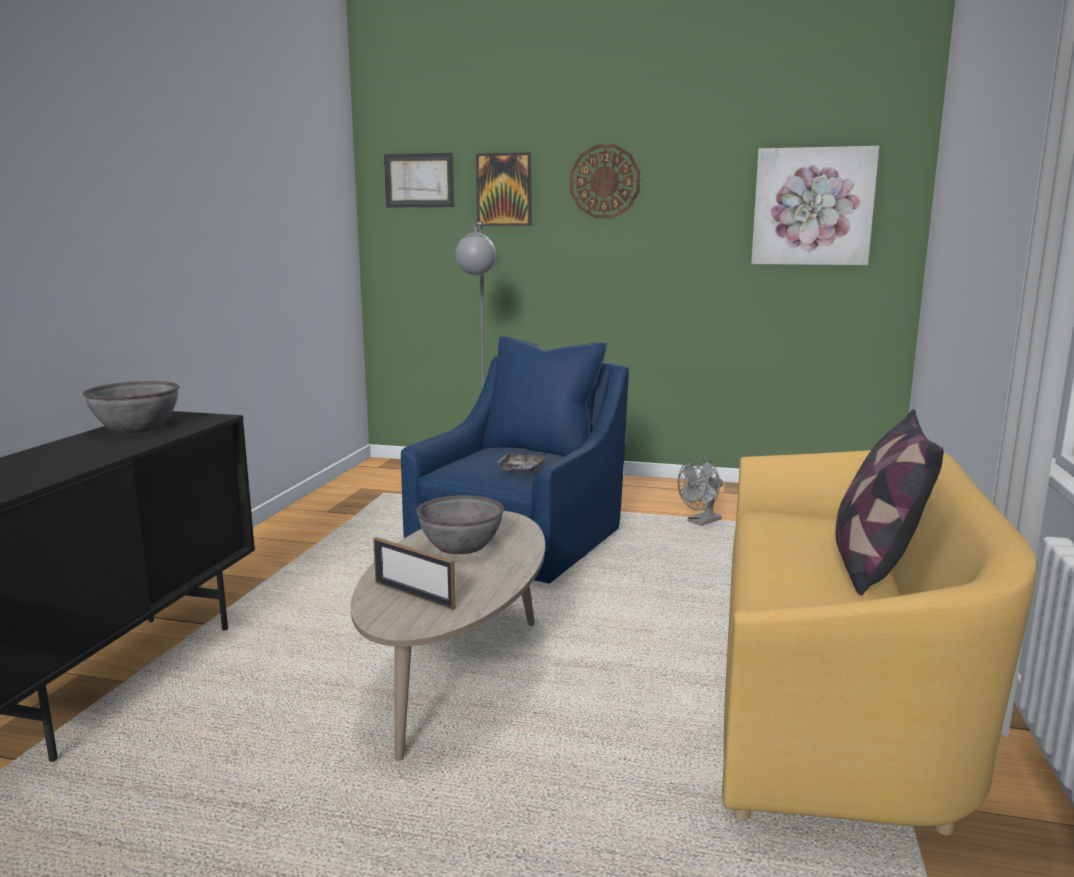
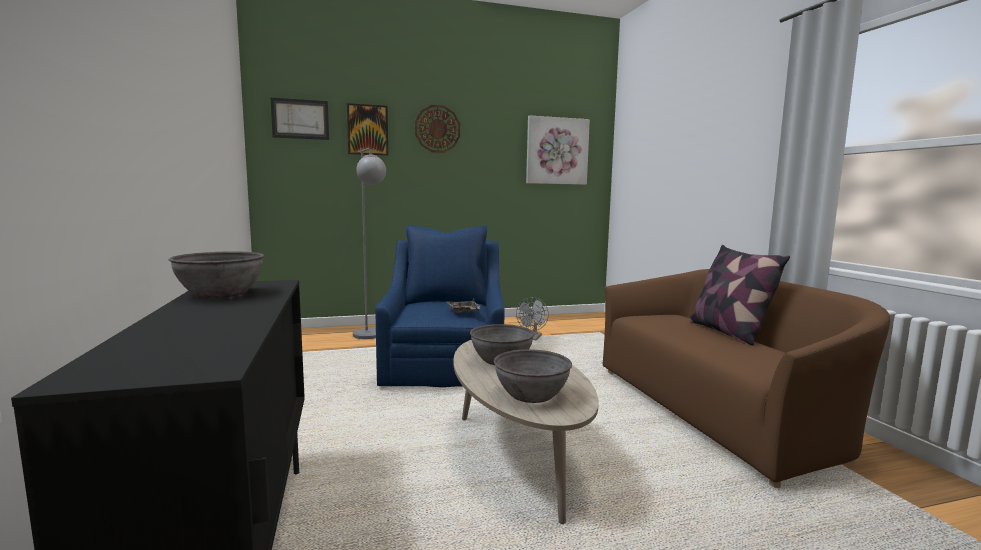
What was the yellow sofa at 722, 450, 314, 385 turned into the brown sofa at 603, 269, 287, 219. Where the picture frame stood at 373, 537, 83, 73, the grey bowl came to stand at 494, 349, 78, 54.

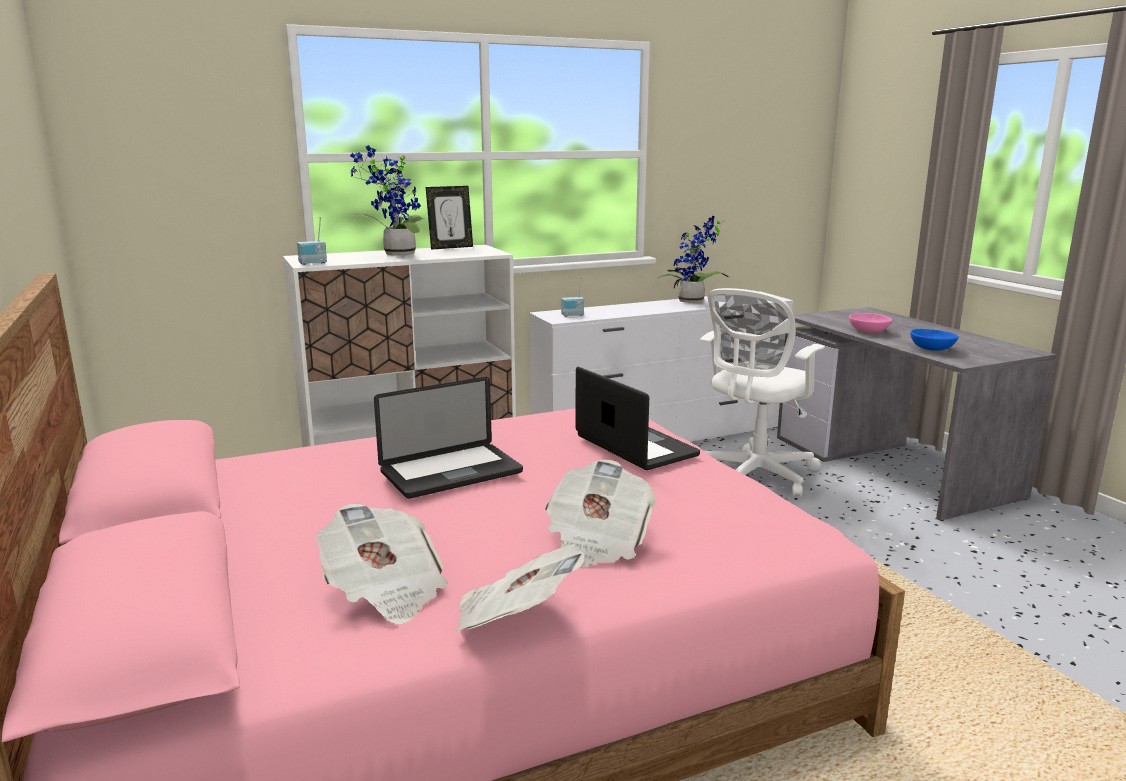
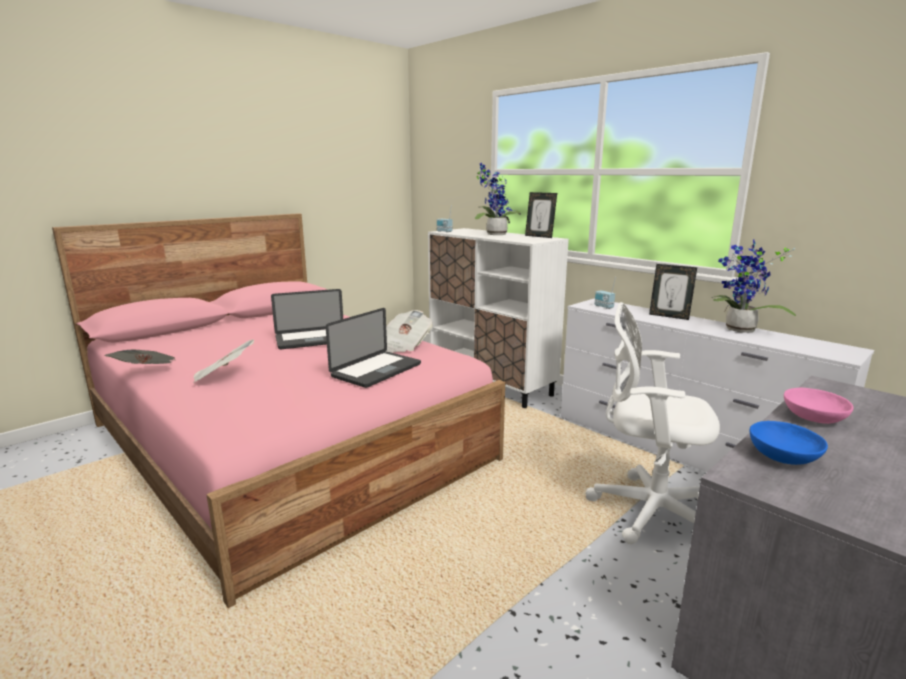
The laptop at 374, 377, 149, 121 ended up facing another way, 60 degrees counterclockwise from before. The newspaper ended up elsewhere, having gone from 316, 503, 132, 121 to 386, 310, 47, 43. The second view gained the picture frame at 649, 264, 48, 56.

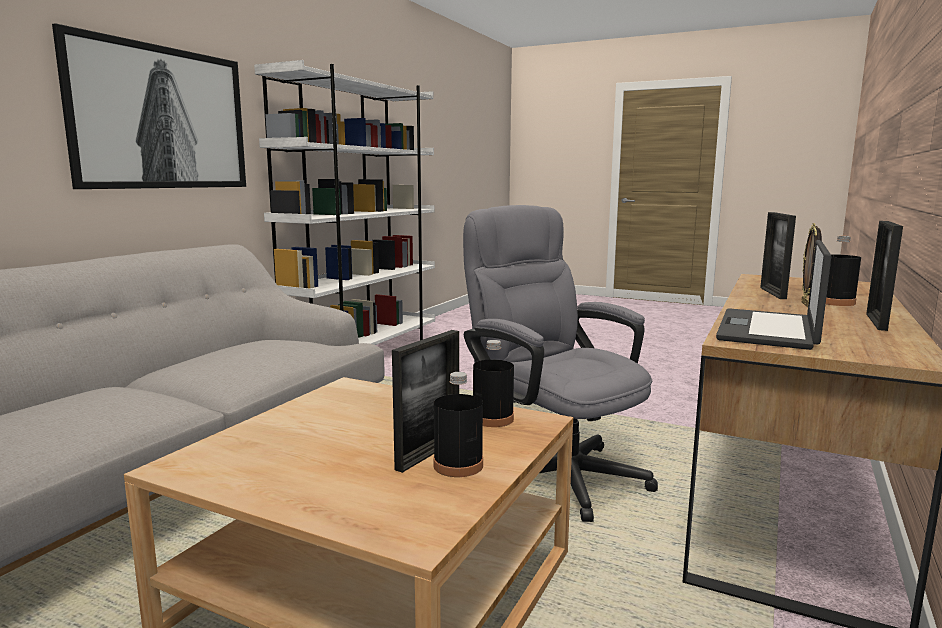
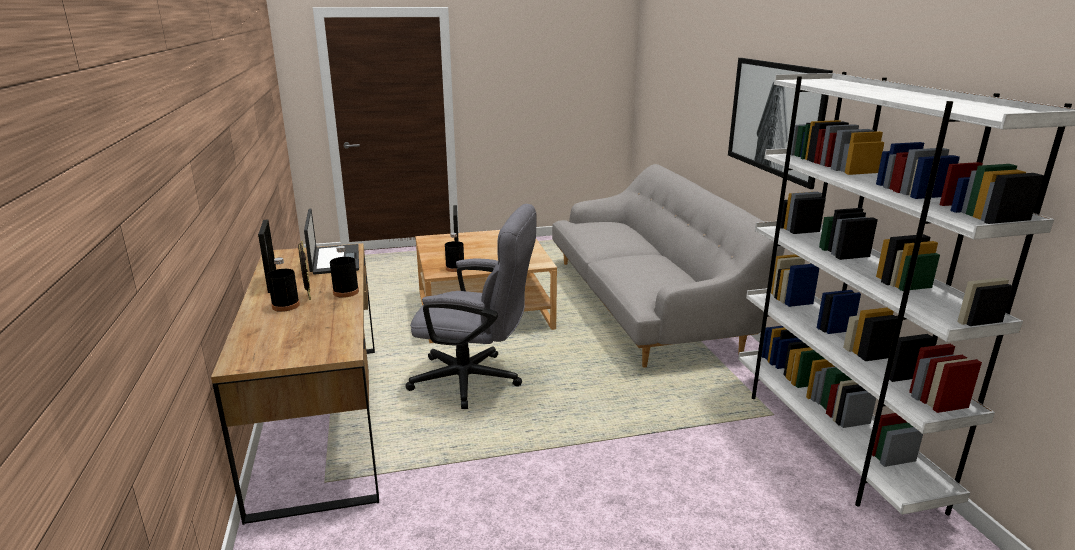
The second view lost the picture frame at 760, 212, 36, 87. The black bottle ended up elsewhere, having gone from 433, 372, 50, 105 to 330, 246, 29, 52.

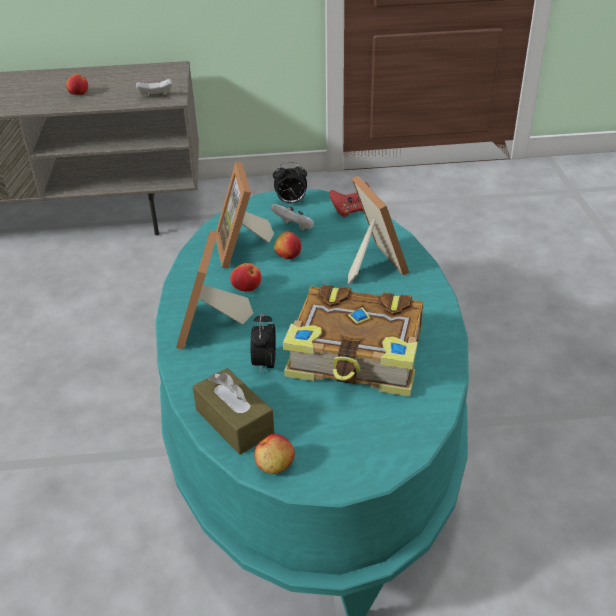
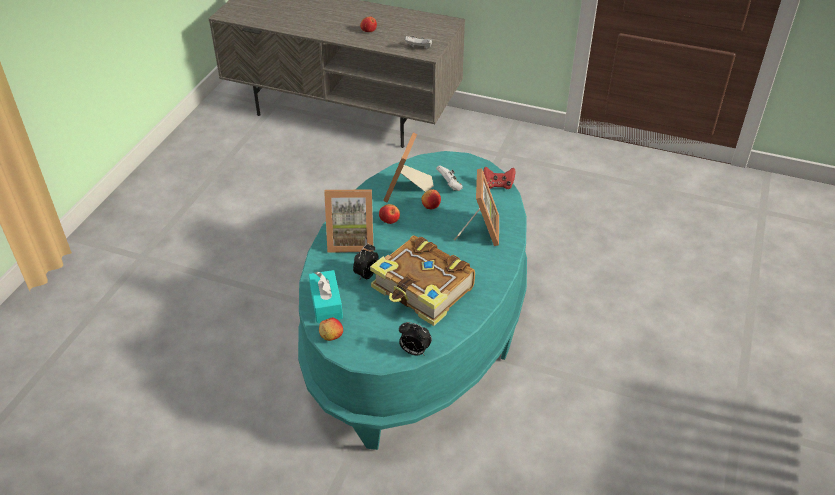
The alarm clock ended up elsewhere, having gone from 273, 162, 34, 42 to 399, 322, 33, 34. The picture frame at 176, 231, 78, 119 ended up facing another way, 120 degrees counterclockwise from before. What was the brown tissue box at 193, 368, 82, 87 turned into the turquoise tissue box at 309, 270, 34, 53.

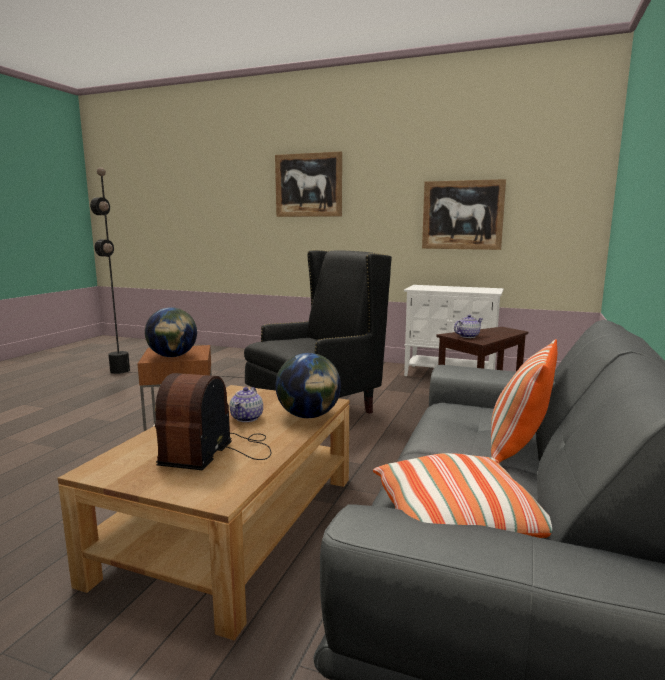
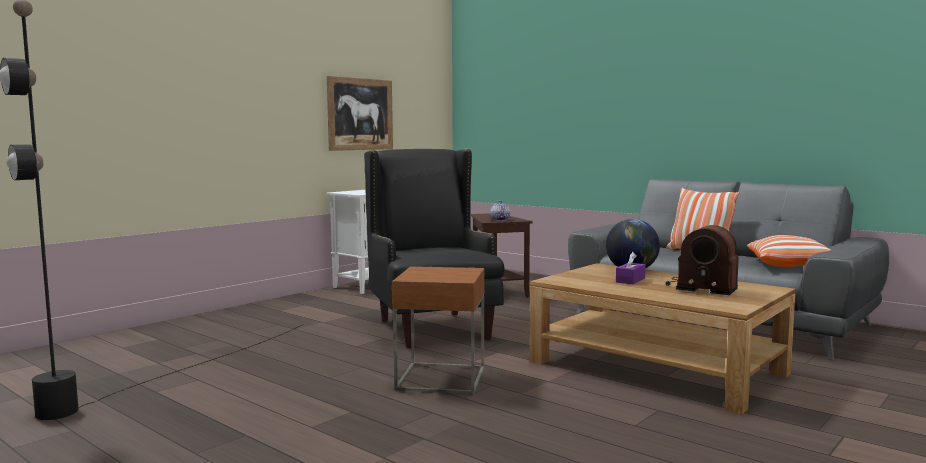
The second view lost the picture at 275, 151, 67, 66. The second view lost the globe at 145, 307, 52, 50. Where the teapot stood at 230, 387, 33, 35, the purple tissue box came to stand at 616, 252, 30, 32.

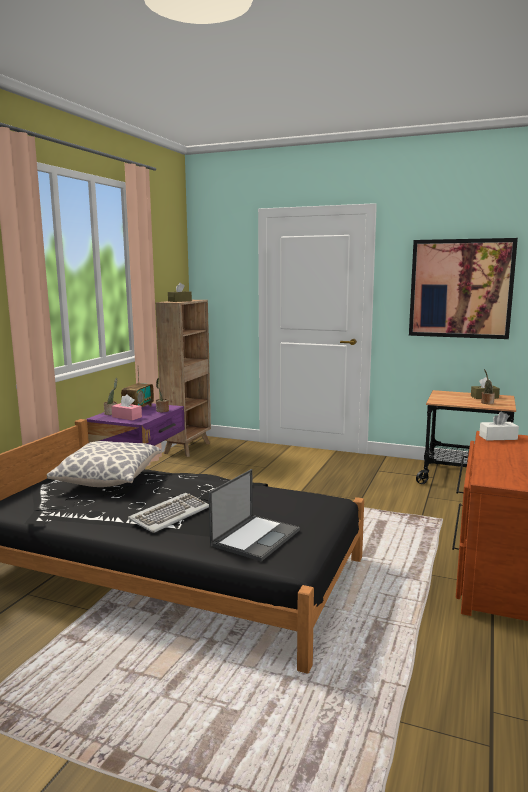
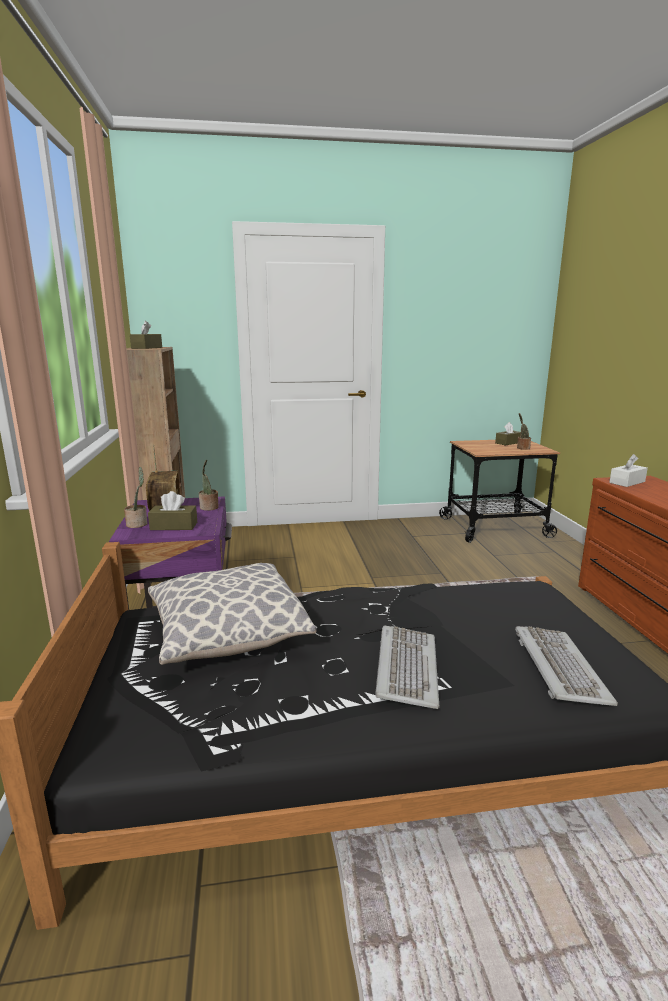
The second view lost the picture at 409, 238, 109, 101. What was the pink tissue box at 112, 394, 30, 26 turned into the brown tissue box at 148, 491, 49, 39. Where the laptop stood at 209, 469, 91, 93, the keyboard came to stand at 515, 626, 103, 80.

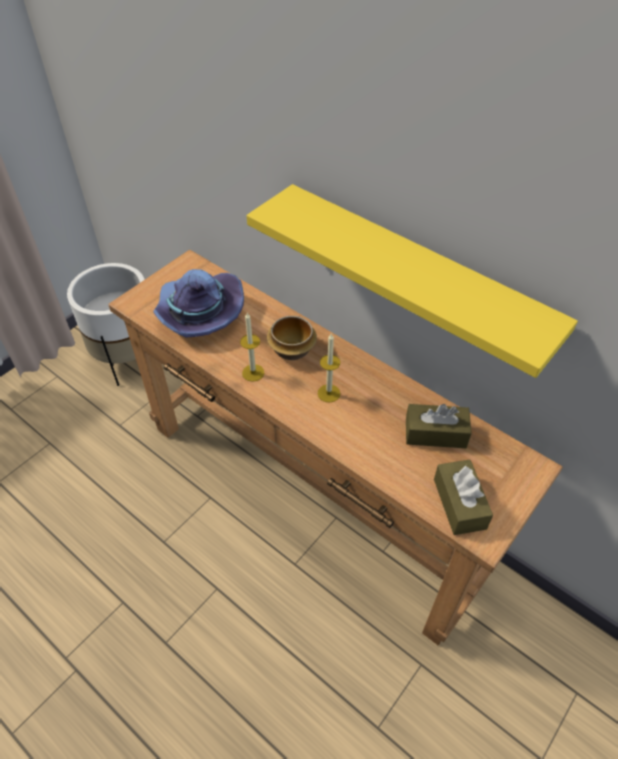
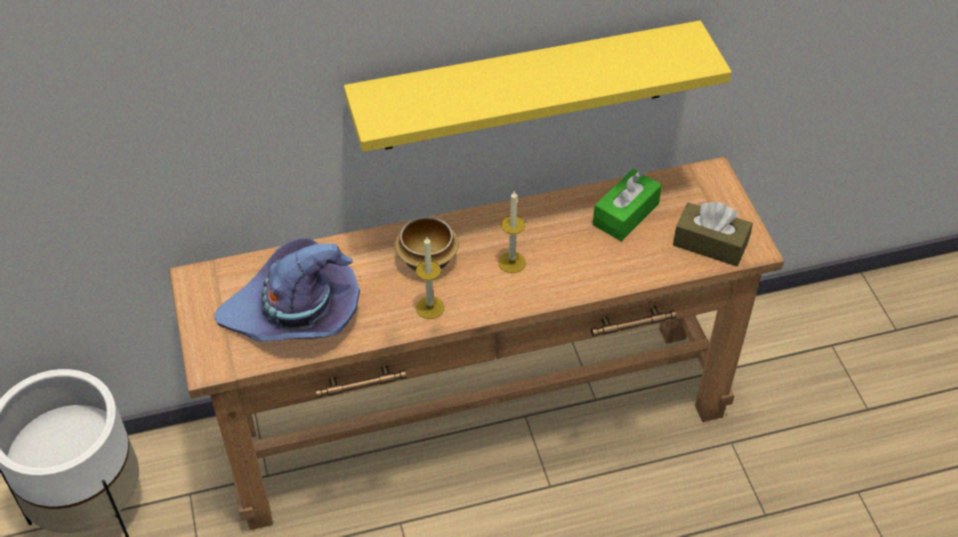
What was the brown tissue box at 406, 404, 66, 44 turned into the green tissue box at 593, 169, 69, 72.

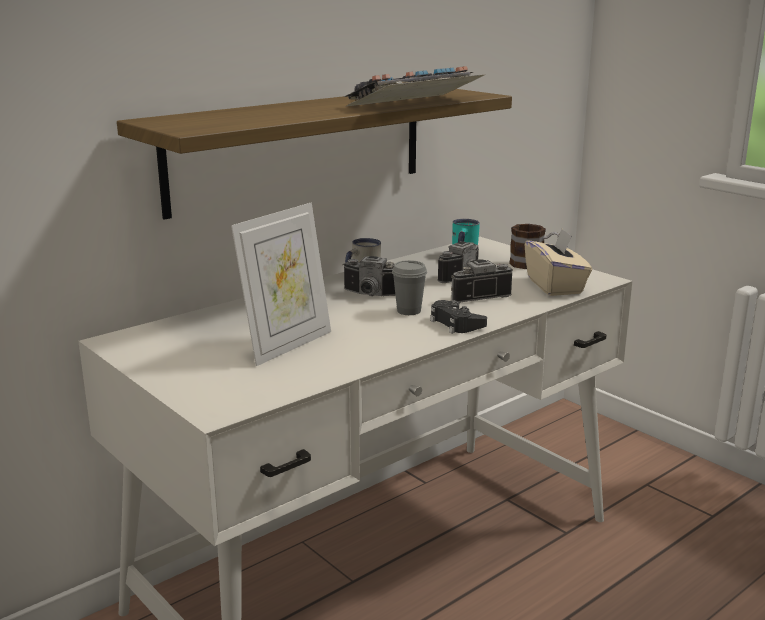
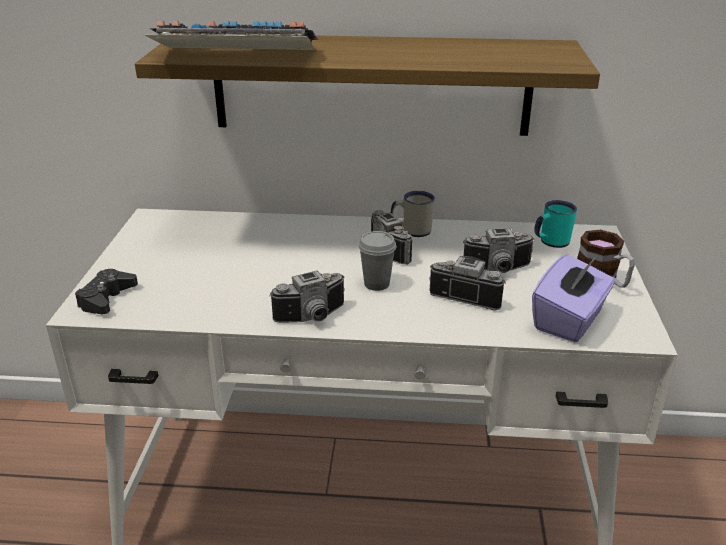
The keyboard ended up elsewhere, having gone from 344, 66, 142, 41 to 145, 21, 173, 29. The second view lost the picture frame at 231, 203, 100, 163. What was the beige tissue box at 525, 228, 67, 68 turned into the purple tissue box at 532, 254, 83, 88. The black game controller ended up elsewhere, having gone from 430, 300, 57, 34 to 75, 269, 63, 45. The second view gained the photo camera at 269, 271, 76, 52.

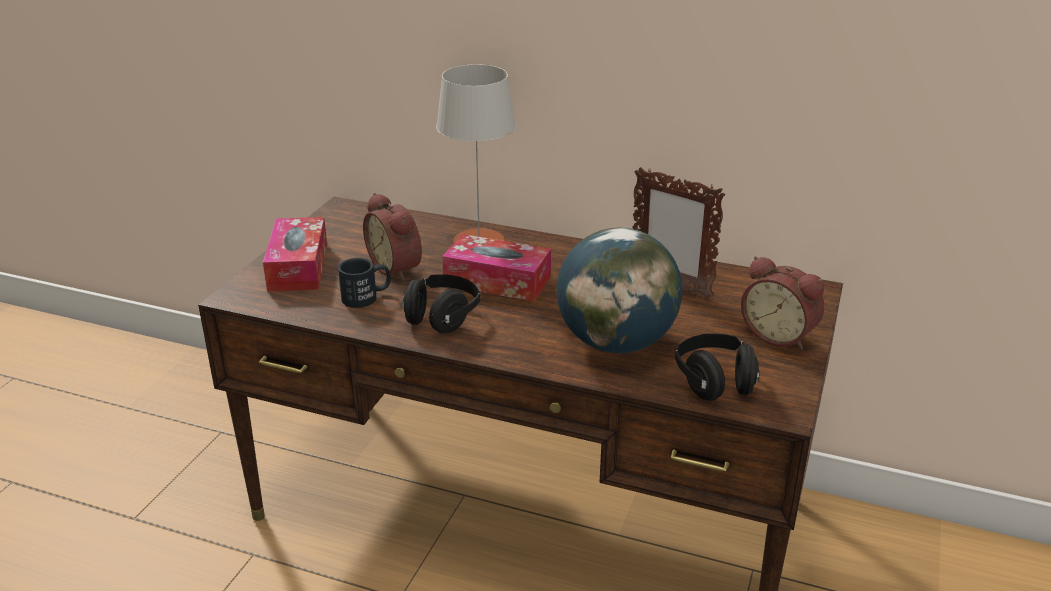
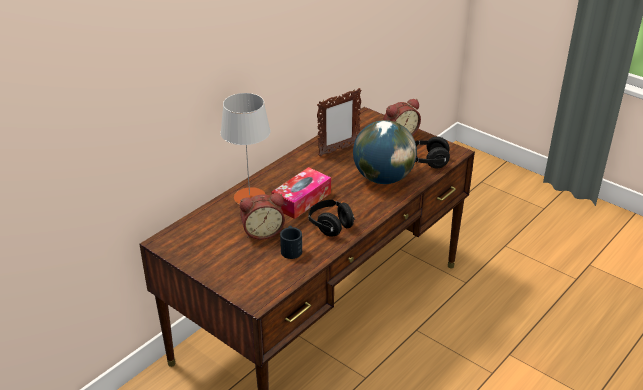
The second view lost the tissue box at 263, 217, 64, 75.

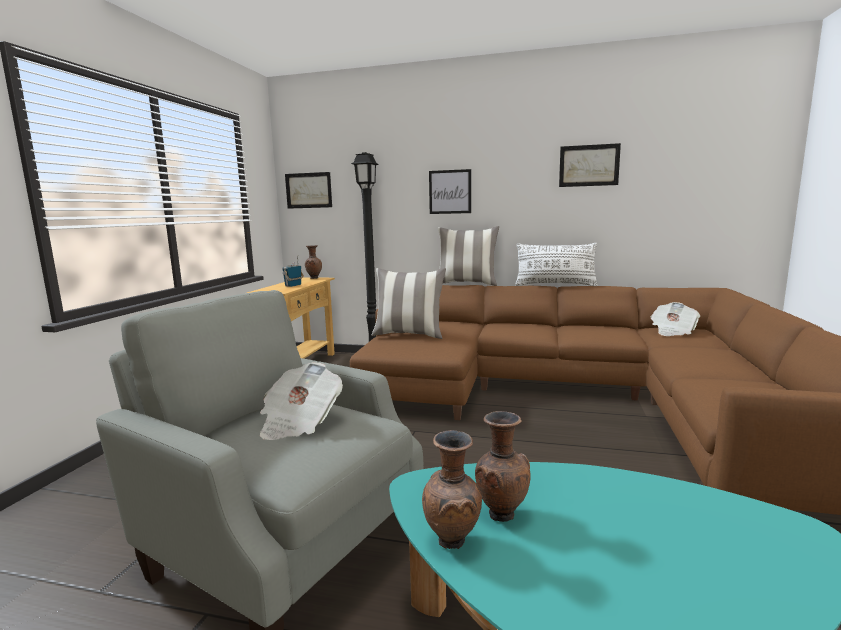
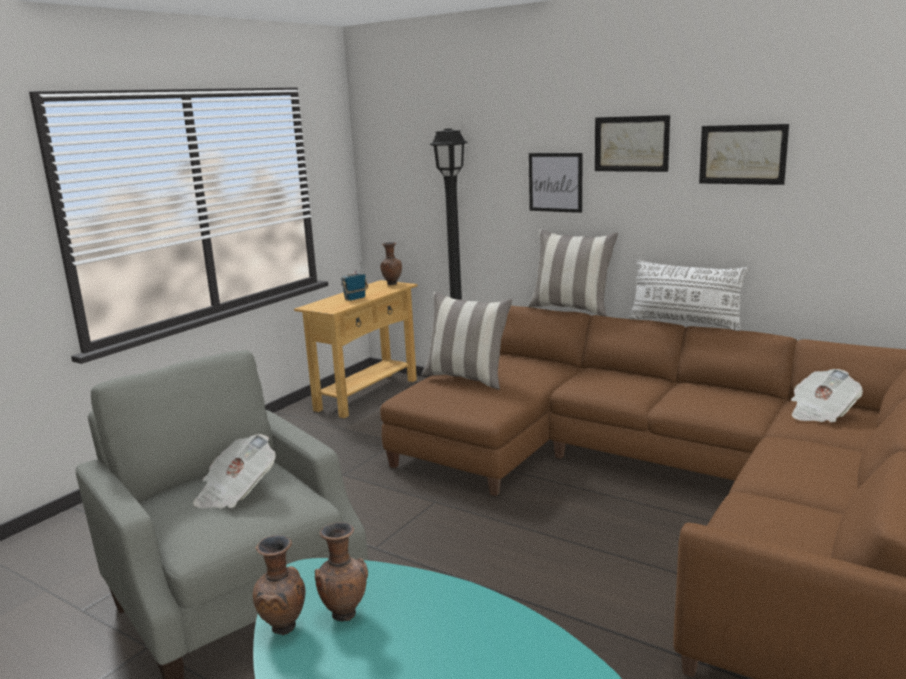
The picture ended up elsewhere, having gone from 285, 172, 47, 37 to 595, 115, 75, 57.

